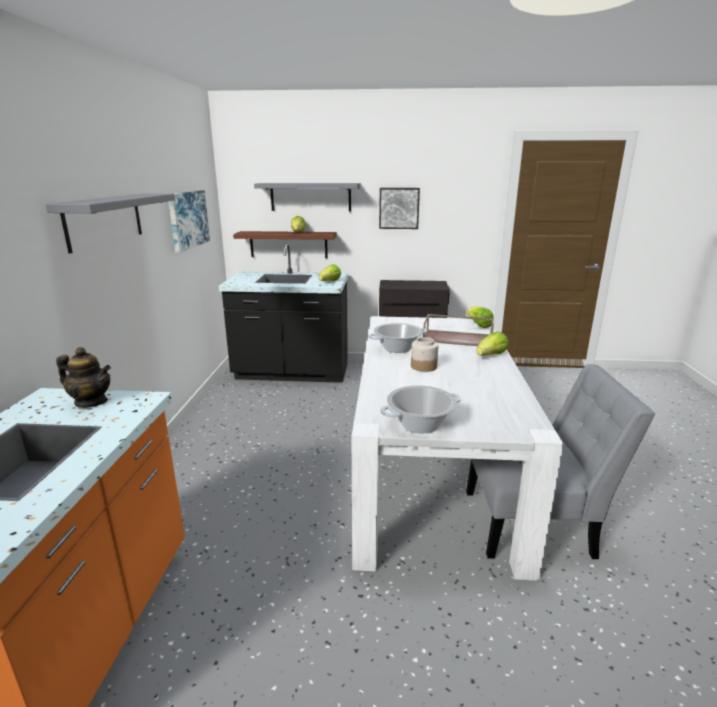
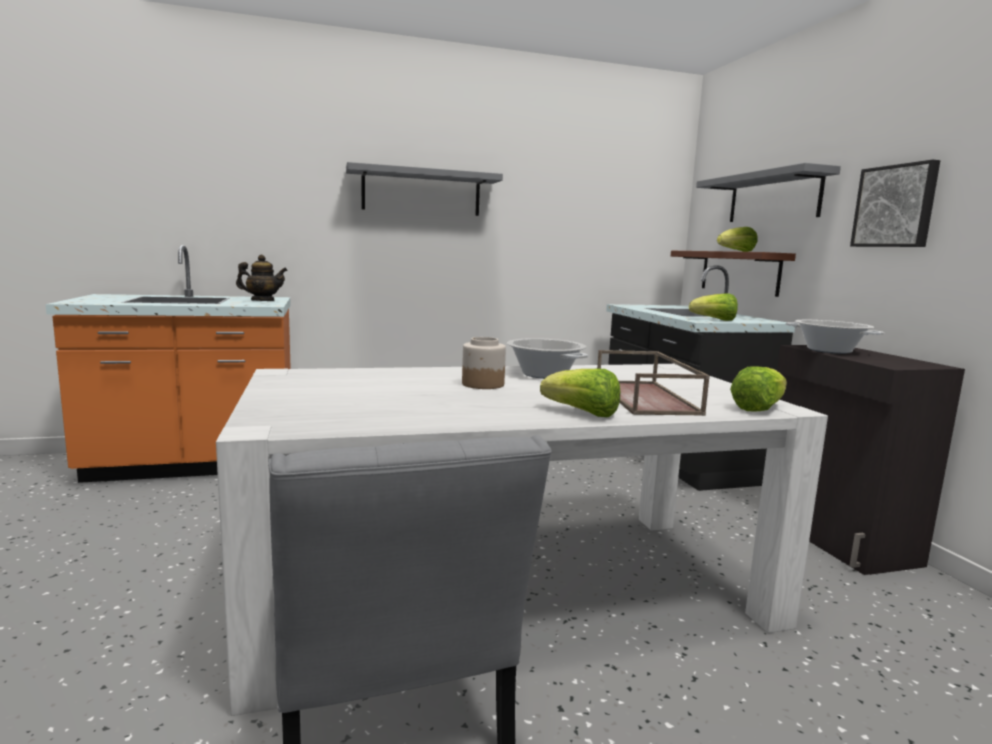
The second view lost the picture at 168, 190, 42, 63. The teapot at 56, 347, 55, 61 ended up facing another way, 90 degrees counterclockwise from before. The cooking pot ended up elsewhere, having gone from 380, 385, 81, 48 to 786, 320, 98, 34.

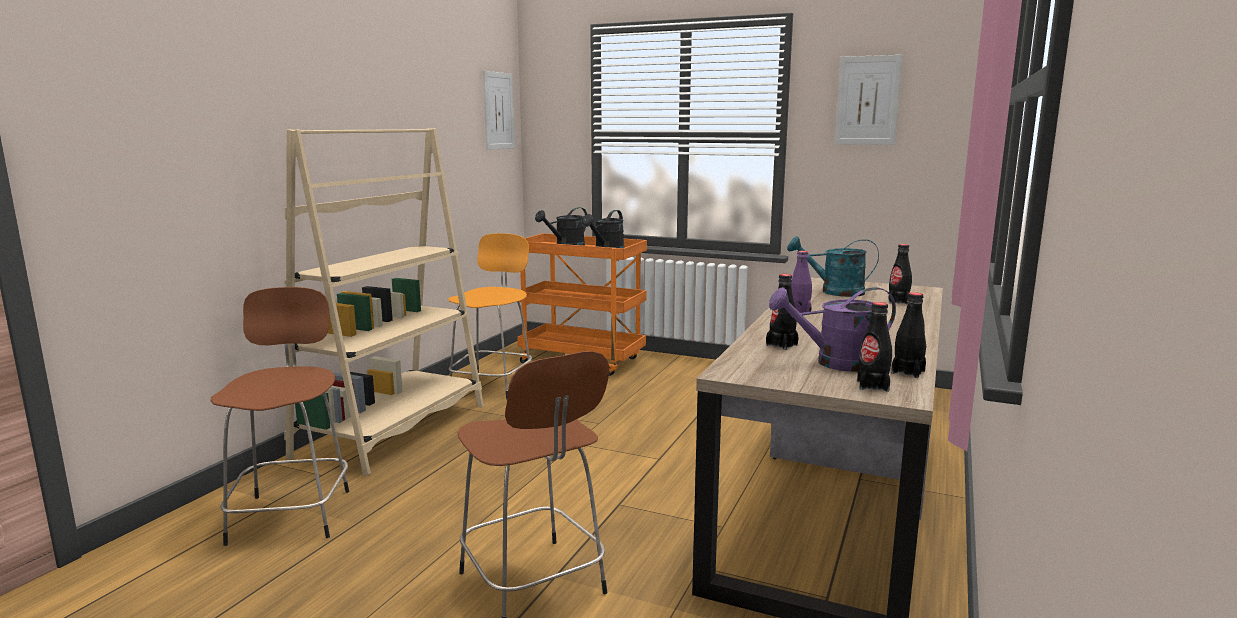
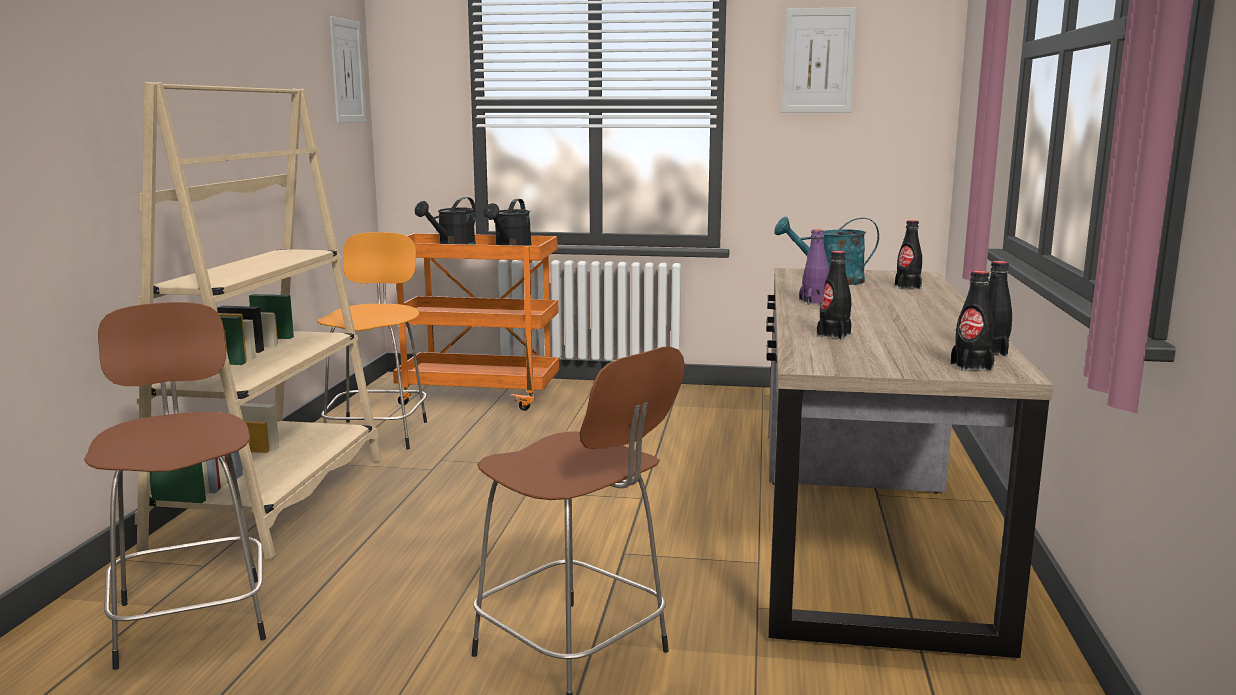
The second view lost the purple watering can at 769, 287, 127, 85.

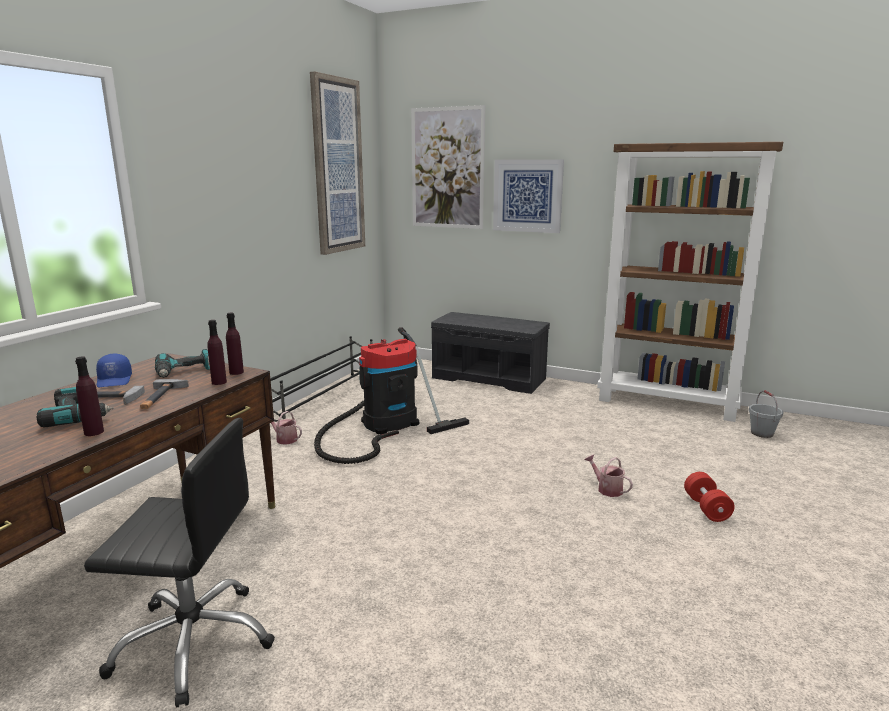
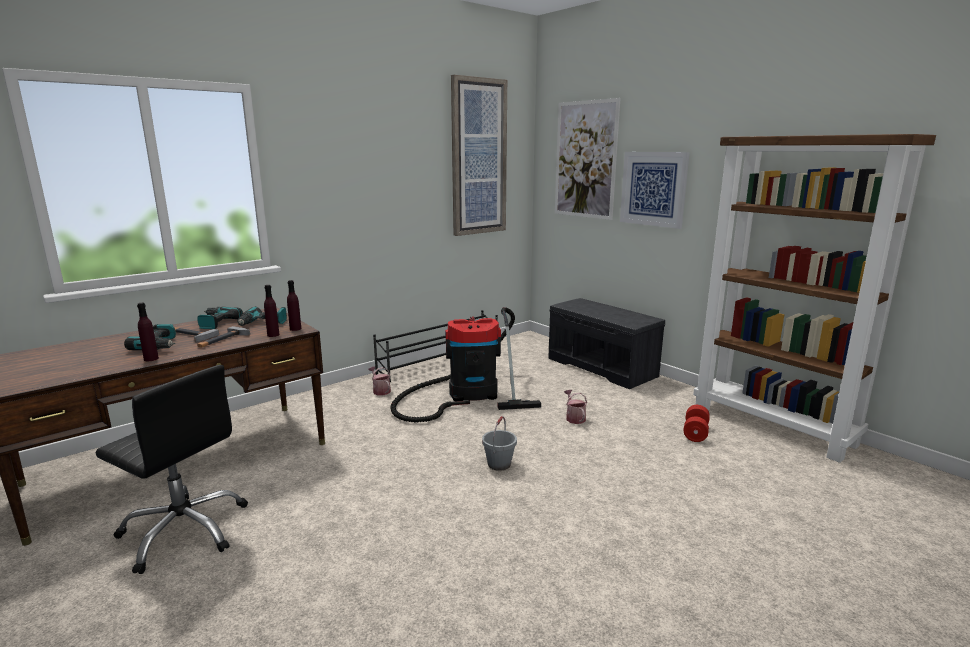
Where the blue cap stood at 96, 354, 36, 33, the power drill came to stand at 197, 307, 46, 22. The grey bucket ended up elsewhere, having gone from 749, 390, 34, 48 to 482, 416, 35, 55. The watering can ended up elsewhere, having gone from 584, 455, 49, 42 to 564, 390, 23, 34. The red dumbbell ended up elsewhere, having gone from 684, 472, 51, 50 to 684, 405, 26, 37.

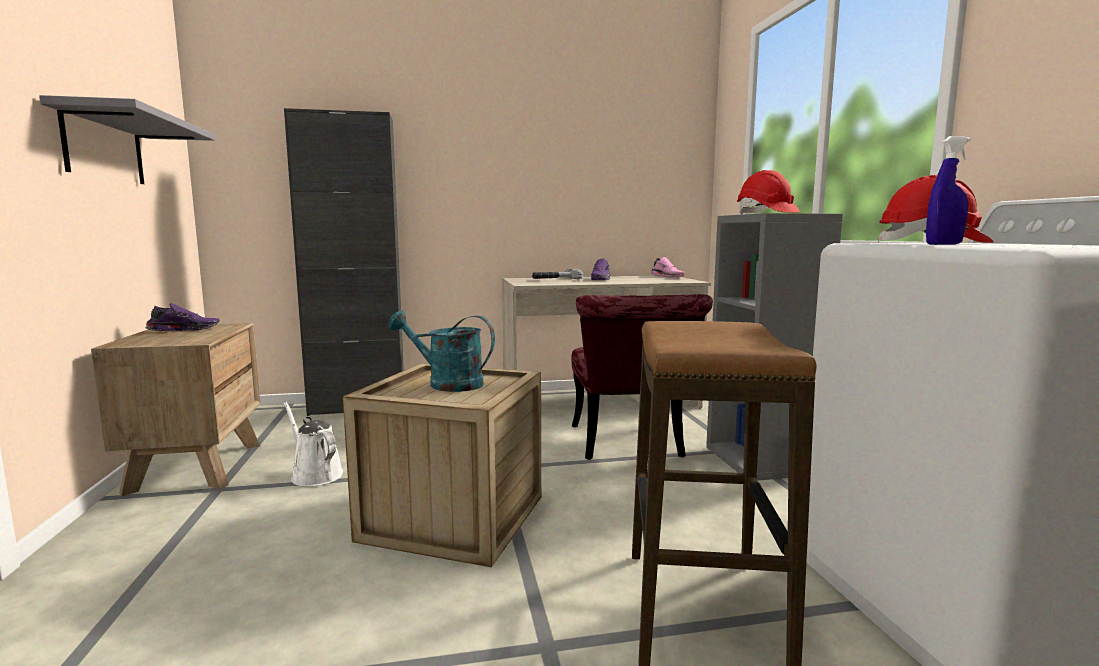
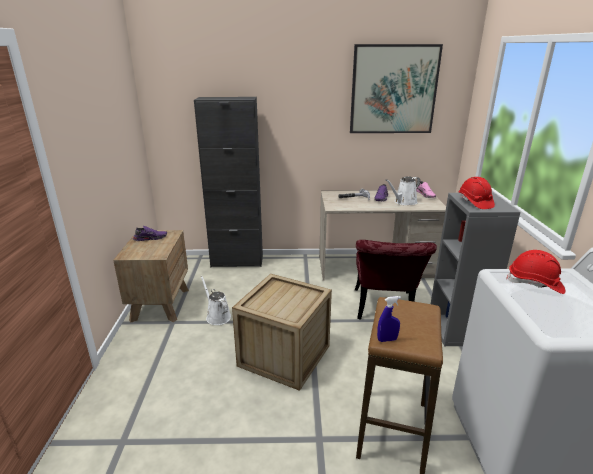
The second view lost the grey shelf at 39, 95, 176, 89. The blue spray bottle ended up elsewhere, having gone from 926, 136, 45, 109 to 377, 296, 24, 46. The second view lost the turquoise watering can at 388, 311, 107, 81. The second view gained the picture at 350, 44, 93, 89. The second view gained the white watering can at 386, 176, 35, 29.

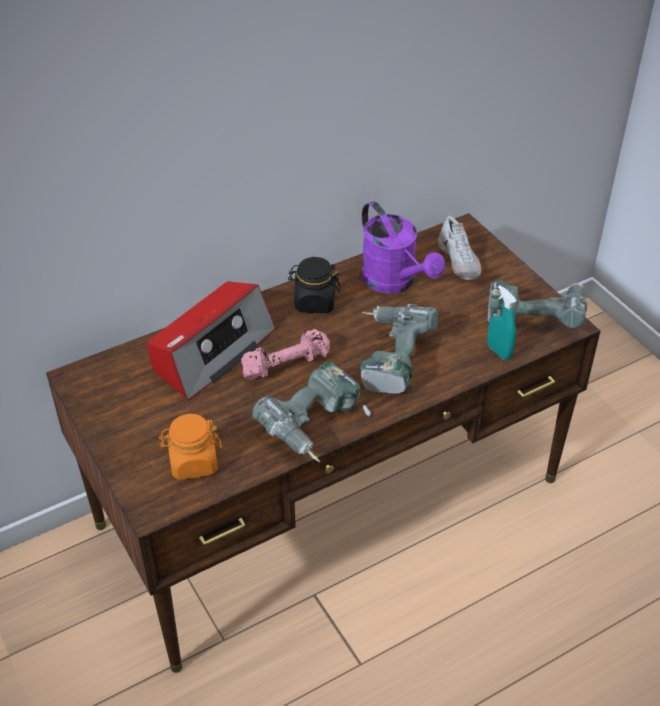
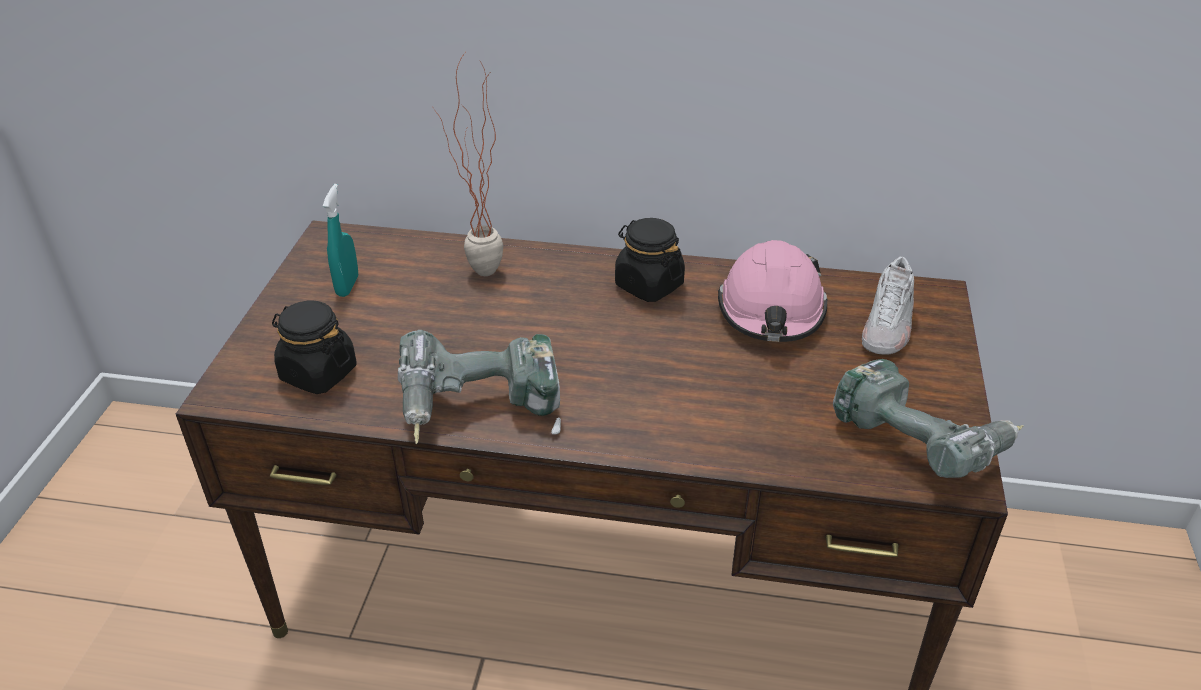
Where the purple watering can stood at 361, 201, 84, 93, the pink hard hat came to stand at 718, 240, 110, 102. Where the radio stood at 147, 281, 129, 119, the potted plant came to stand at 432, 53, 71, 223. The turquoise spray bottle ended up elsewhere, having gone from 487, 285, 30, 75 to 323, 184, 35, 113. The second view lost the power drill at 360, 304, 78, 89. The second view lost the pink dumbbell at 241, 329, 89, 51. What was the orange jar at 159, 414, 63, 66 turned into the black jar at 272, 301, 85, 93.

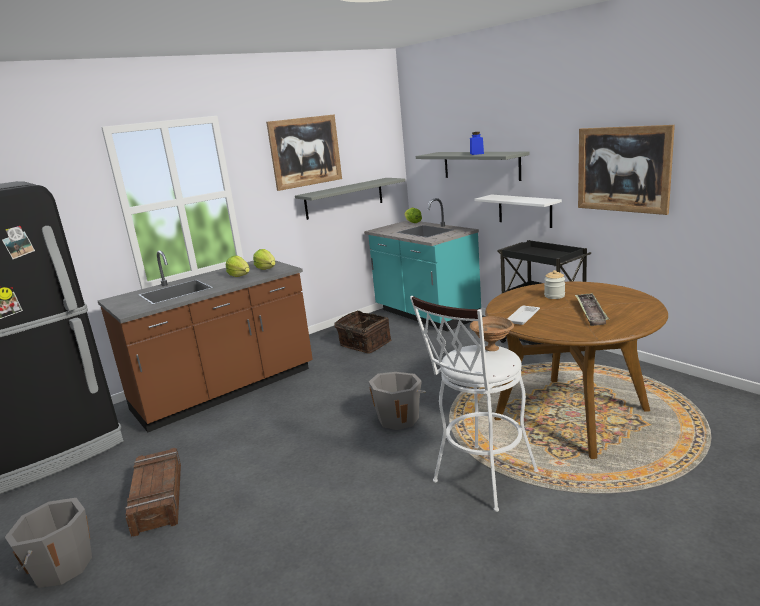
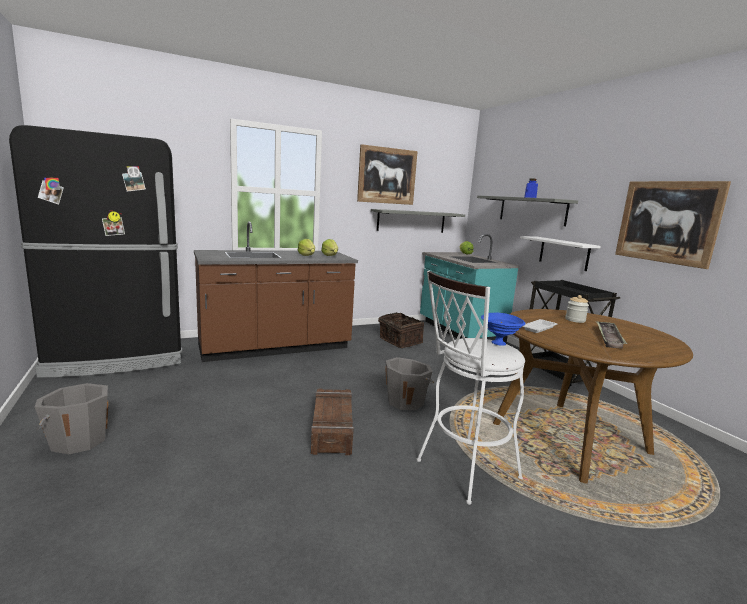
What was the brown bowl at 470, 316, 44, 35 turned into the blue bowl at 481, 313, 45, 33. The crate ended up elsewhere, having gone from 125, 448, 56, 89 to 311, 389, 43, 66.

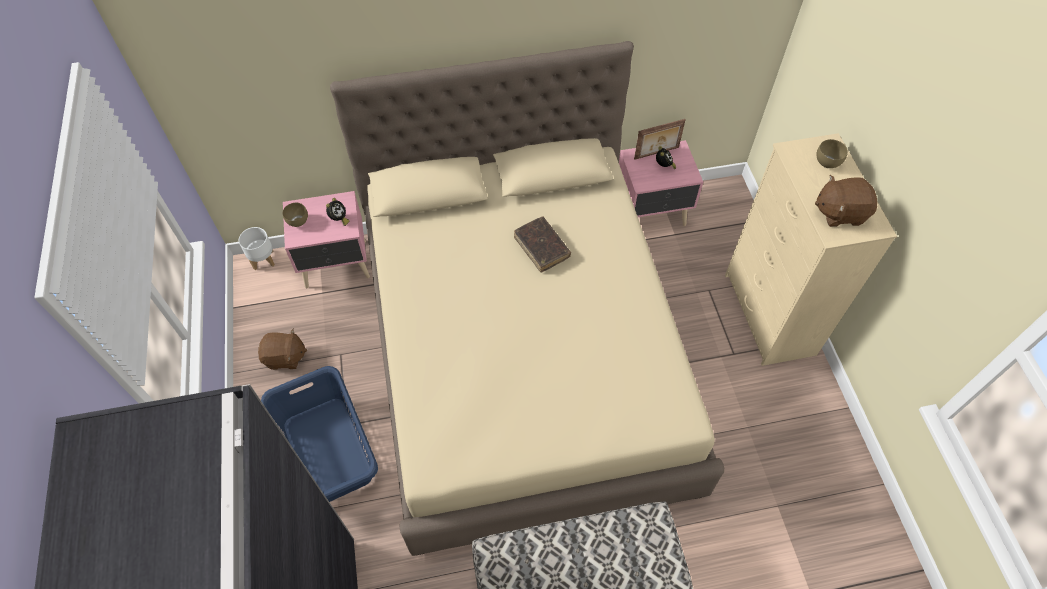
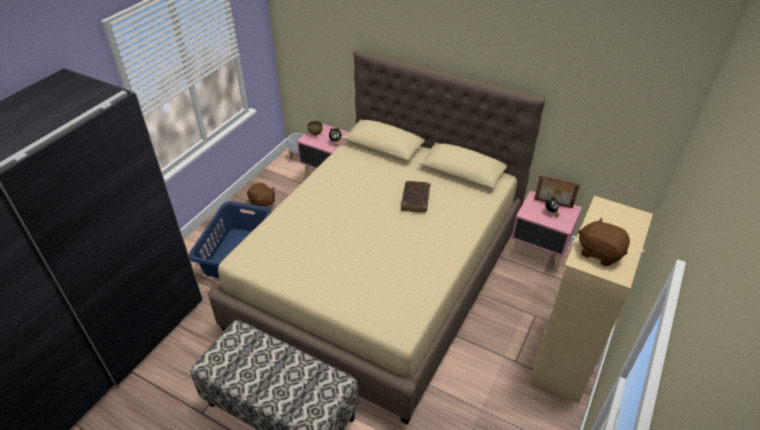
The second view lost the brown bowl at 816, 139, 32, 29.

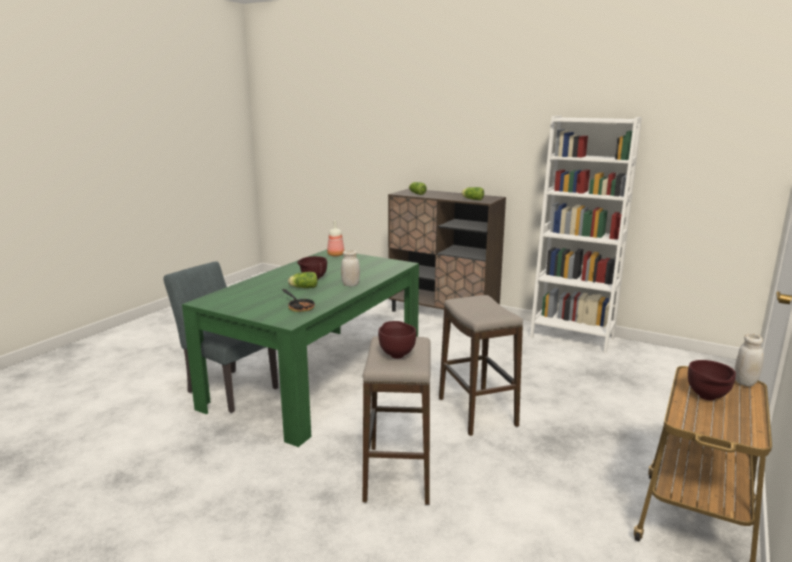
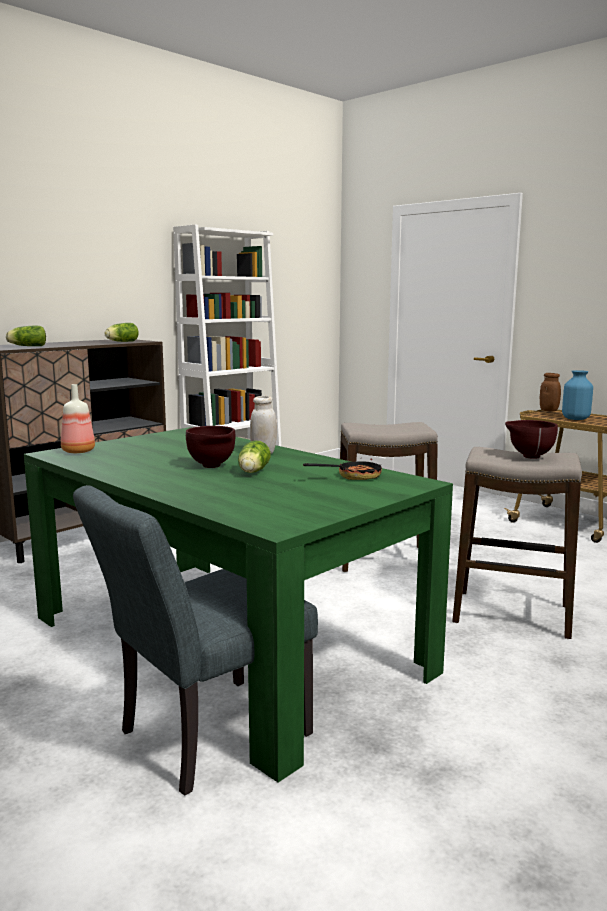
What was the white jar at 734, 333, 30, 54 turned into the brown jar at 540, 373, 21, 38. Where the brown bowl stood at 688, 360, 48, 40, the blue vase came to stand at 562, 370, 31, 50.

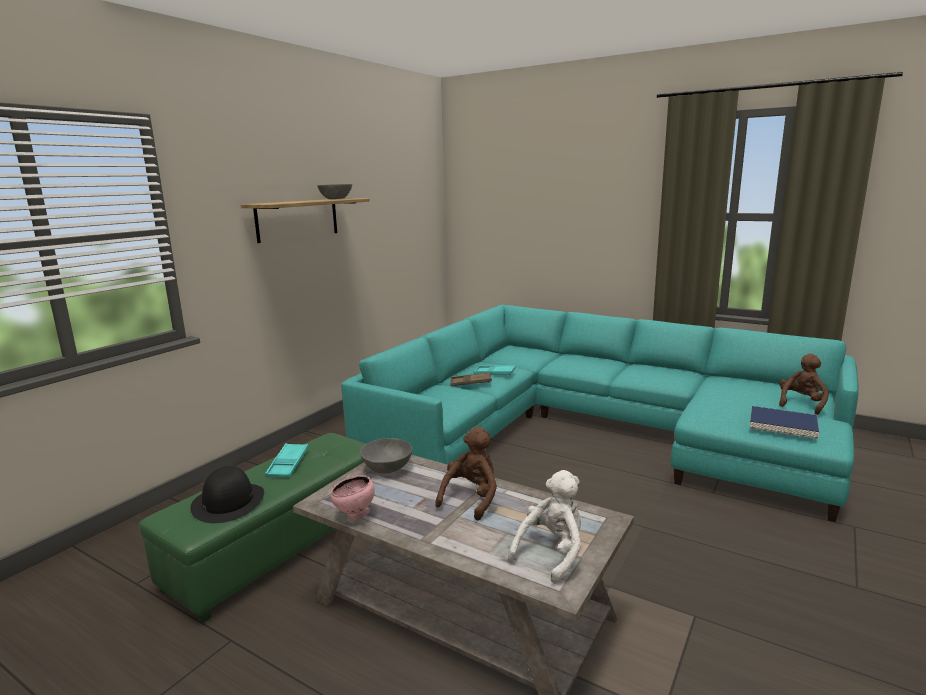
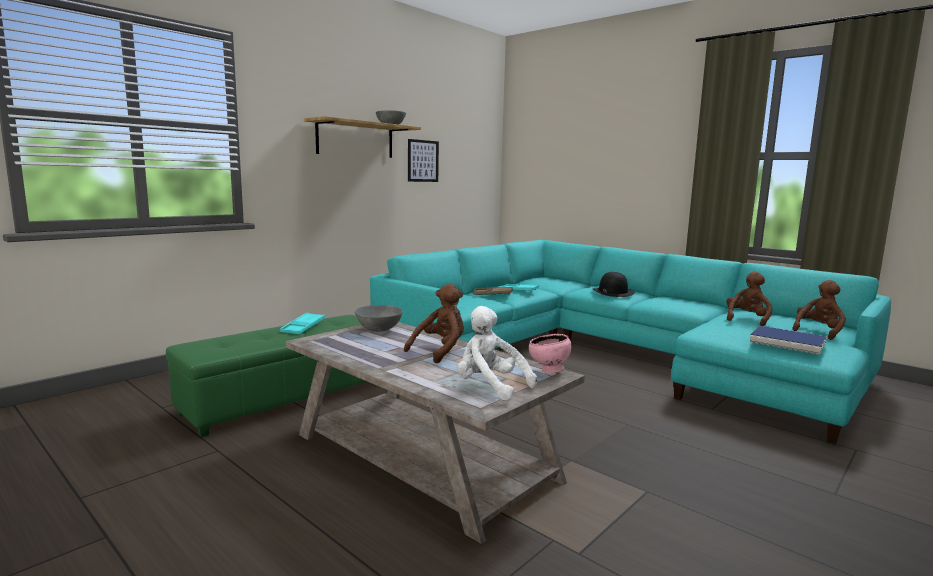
The black hat ended up elsewhere, having gone from 190, 466, 74, 57 to 593, 272, 42, 25. The white plush toy at 508, 470, 73, 114 ended up facing another way, 105 degrees counterclockwise from before. The pink bowl ended up elsewhere, having gone from 331, 475, 44, 46 to 529, 334, 42, 39. The second view gained the picture at 408, 139, 31, 43. The second view gained the brown plush toy at 726, 271, 47, 55.

